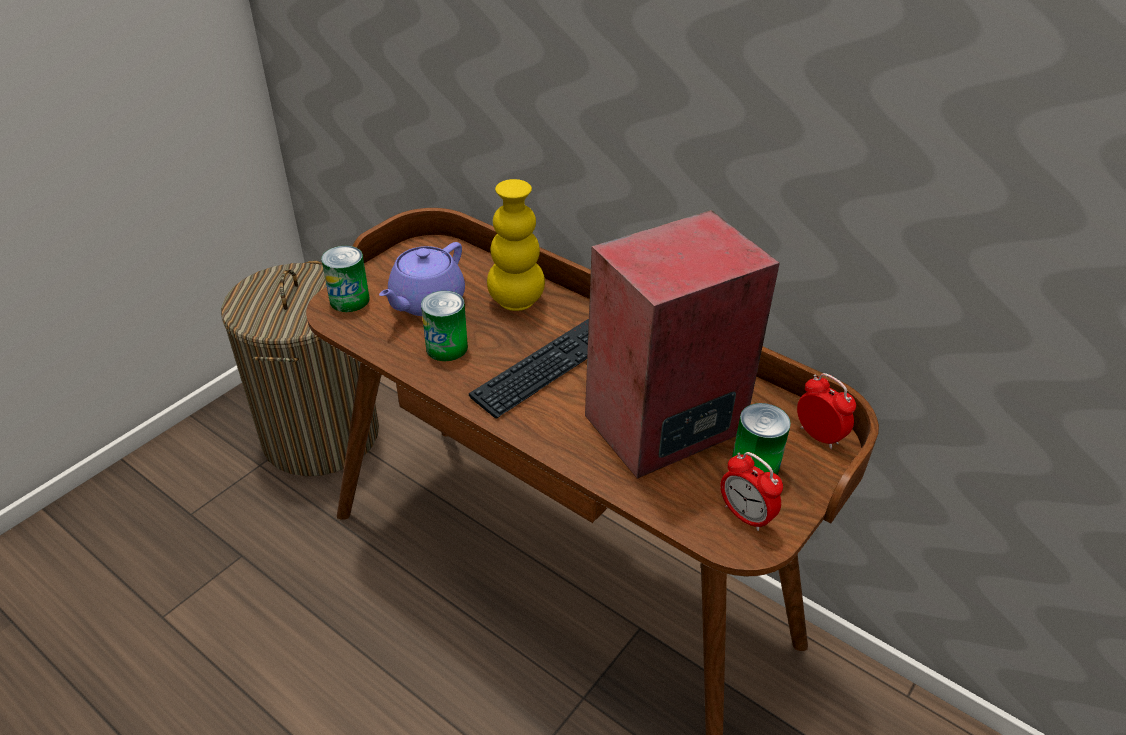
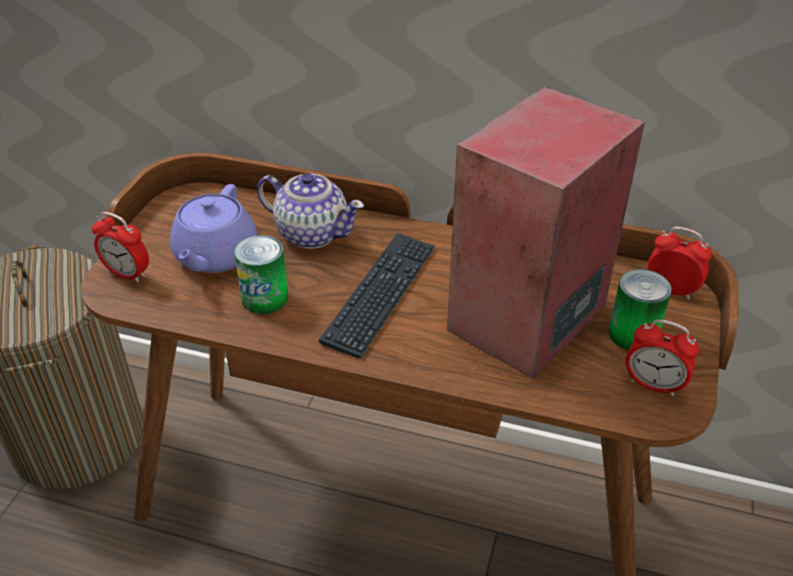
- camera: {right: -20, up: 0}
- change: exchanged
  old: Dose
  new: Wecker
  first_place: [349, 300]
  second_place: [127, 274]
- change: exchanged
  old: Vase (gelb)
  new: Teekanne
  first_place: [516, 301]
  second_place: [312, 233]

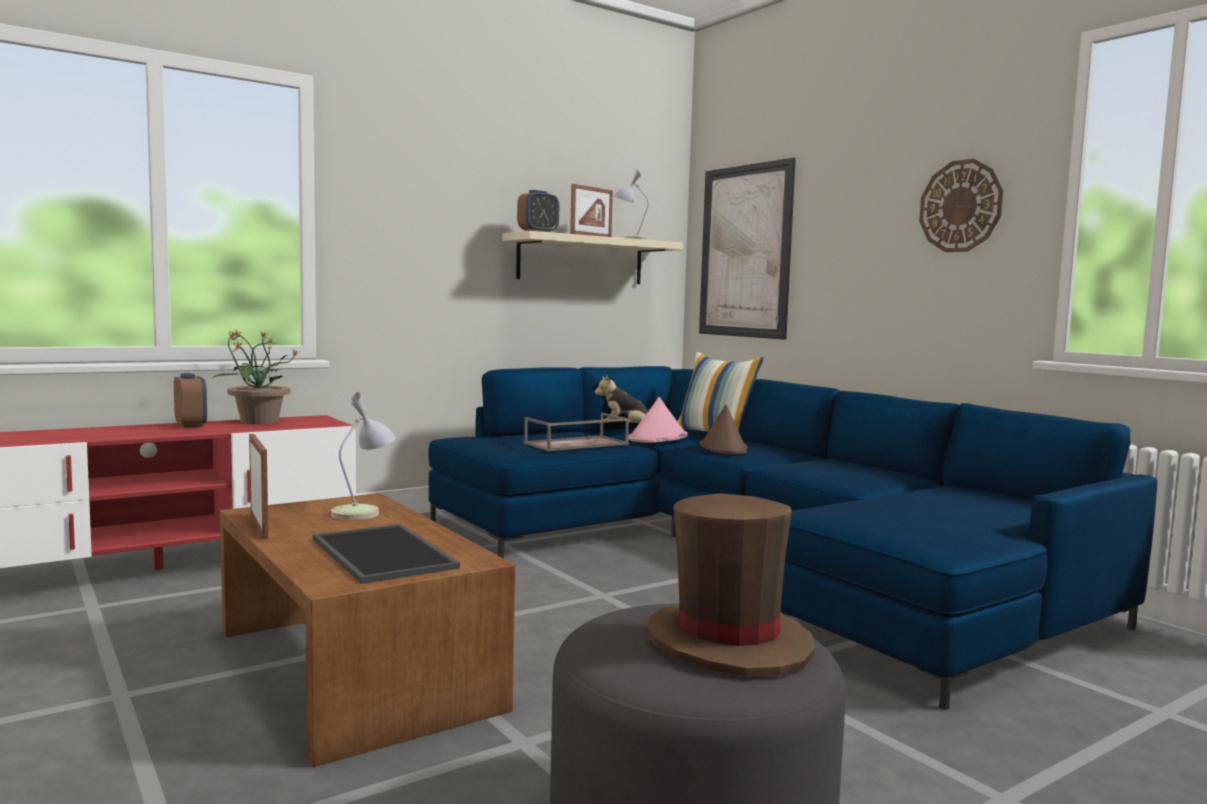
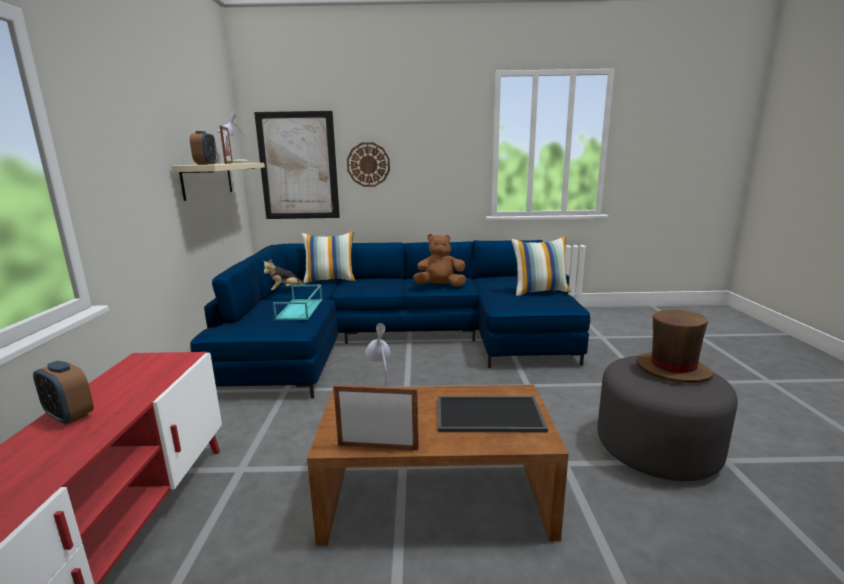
- camera: {right: -55, up: 10}
- change: spun
  old: Wecker
  first_place: [191, 425]
  second_place: [69, 416]
  degrees: -150
- change: missing
  old: Topfpflanze
  first_place: [258, 421]
- change: colour
  old: Tablett (braun)
  new: Tablett (türkis)
  first_place: [576, 444]
  second_place: [300, 309]
- change: missing
  old: Hut (rosa)
  first_place: [657, 438]
- change: missing
  old: Hut (braun)
  first_place: [723, 448]
- change: relocated
  old: Wanduhr
  first_place: [960, 206]
  second_place: [368, 164]
- change: appeared
  new: Plüschtier (braun)
  second_place: [440, 286]
- change: appeared
  new: Kissen
  second_place: [539, 291]

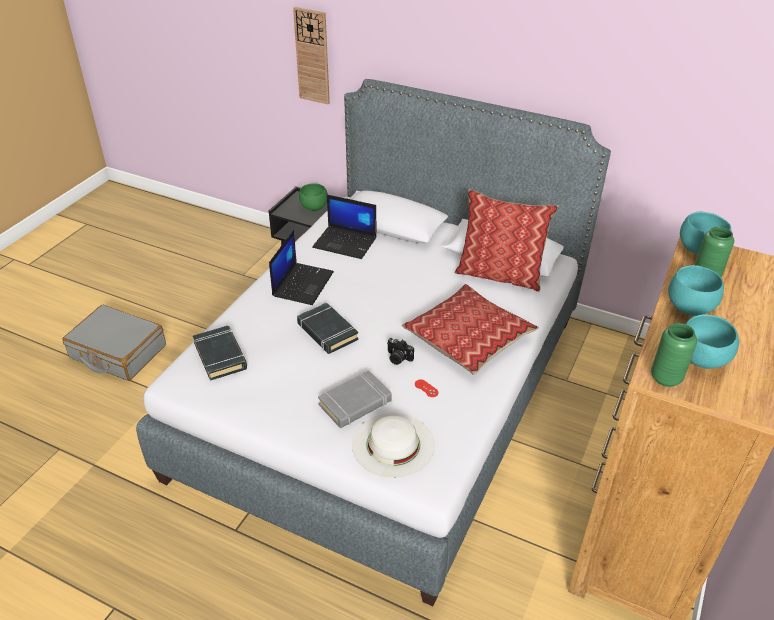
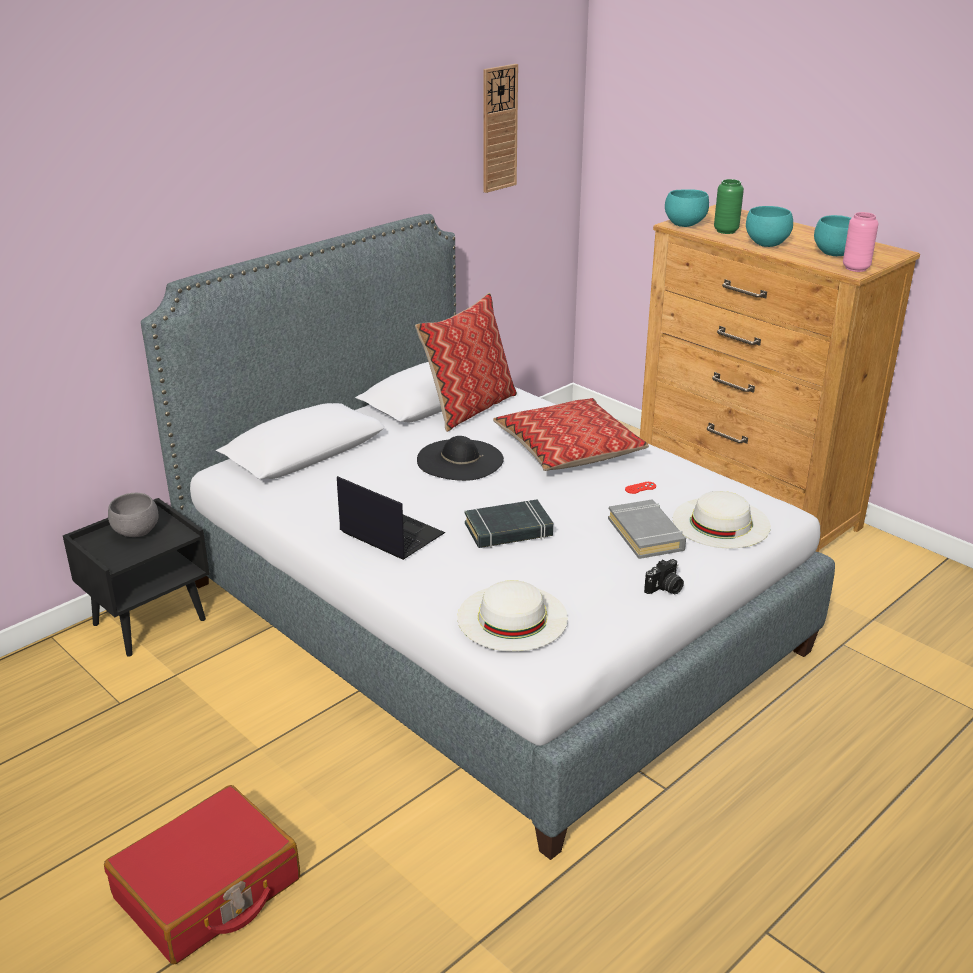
- camera: {right: -70, up: -10}
- change: colour
  old: Koffer (grau)
  new: Koffer (rot)
  first_place: [118, 352]
  second_place: [208, 890]
- change: exchanged
  old: Buch (schwarz)
  new: Hut (weiß)
  first_place: [220, 356]
  second_place: [512, 617]
- change: relocated
  old: Wanduhr
  first_place: [312, 56]
  second_place: [499, 128]
- change: colour
  old: Schüssel (grün)
  new: Schüssel (grau)
  first_place: [314, 208]
  second_place: [137, 532]
- change: missing
  old: Laptop
  first_place: [346, 242]
- change: relocated
  old: Kamera
  first_place: [398, 358]
  second_place: [665, 589]
- change: colour
  old: Vase (grün)
  new: Vase (rosa)
  first_place: [665, 378]
  second_place: [856, 268]
- change: appeared
  new: Hut (schwarz)
  second_place: [460, 460]

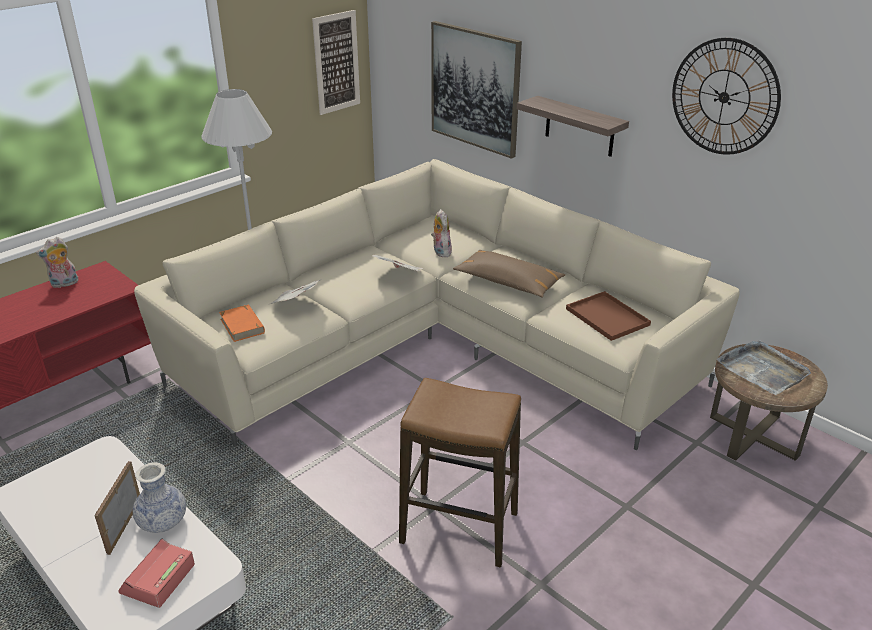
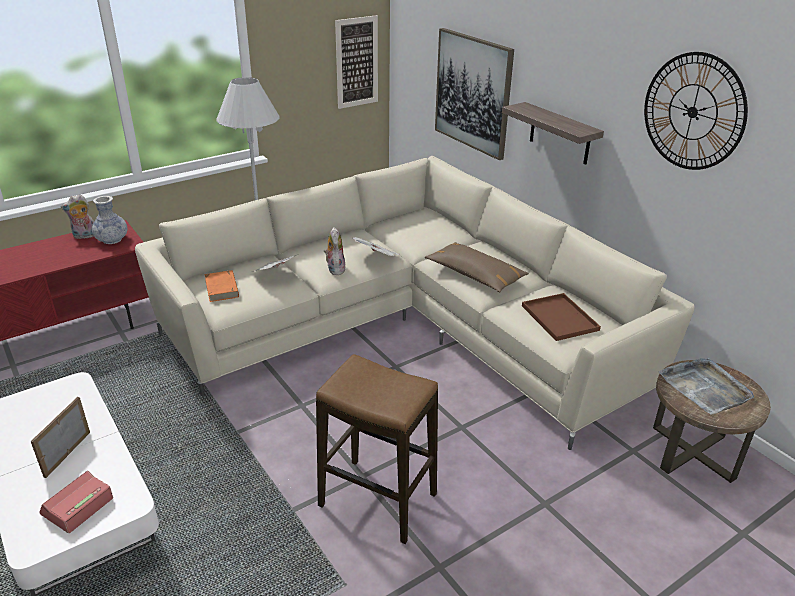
- camera: {right: 10, up: 0}
- change: relocated
  old: Vase
  first_place: [163, 522]
  second_place: [112, 240]
- change: relocated
  old: Plüschtier
  first_place: [440, 252]
  second_place: [335, 269]

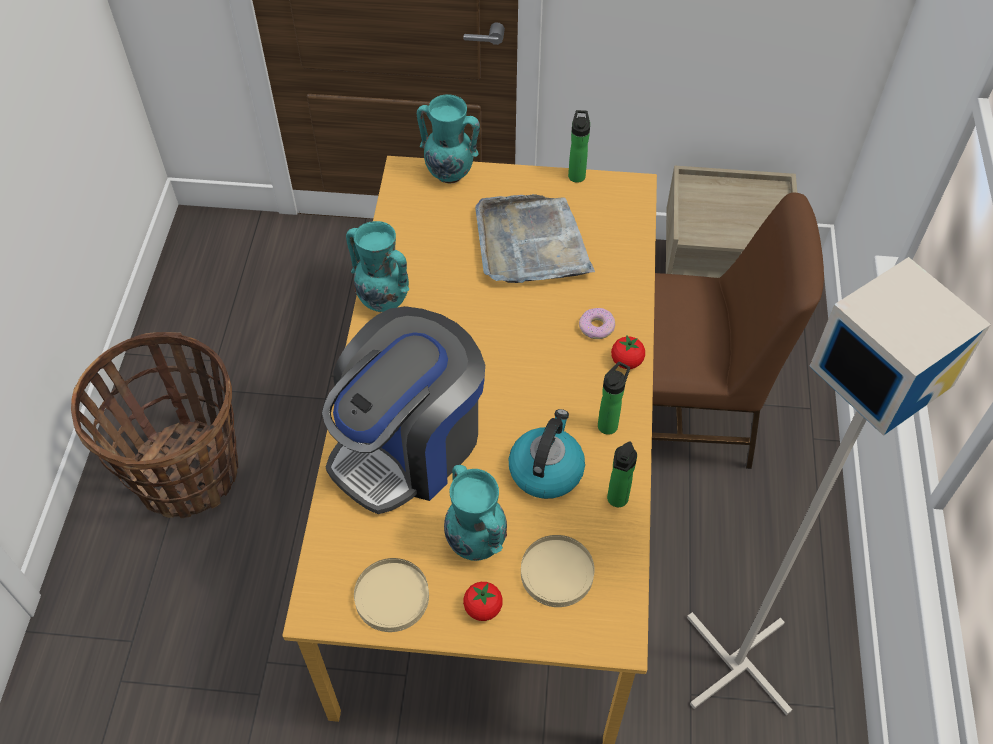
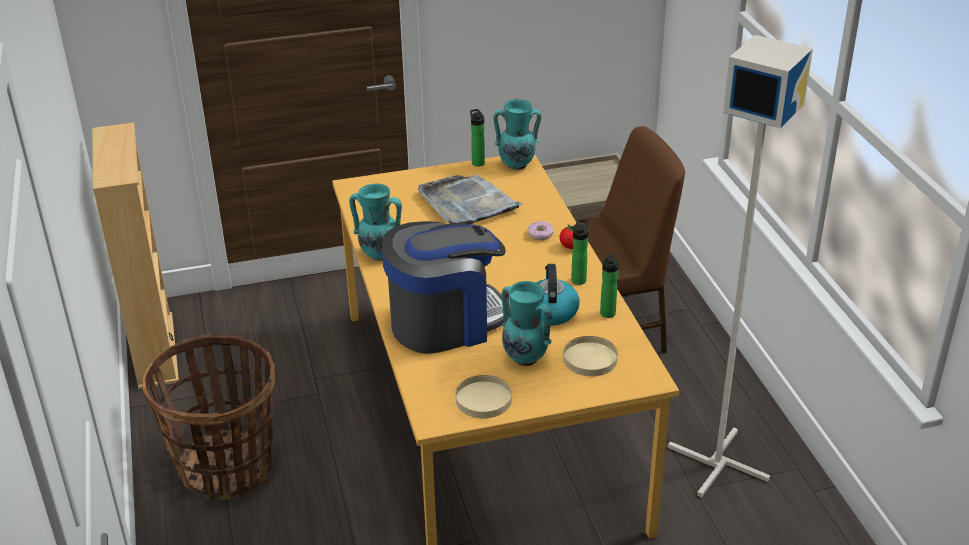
- camera: {right: -20, up: -20}
- change: spun
  old: Kaffeemaschine
  first_place: [409, 445]
  second_place: [446, 322]
  degrees: -135
- change: relocated
  old: Vase (türkis)
  first_place: [450, 175]
  second_place: [517, 165]
- change: missing
  old: Tomate
  first_place: [483, 608]
- change: appeared
  new: Bücherregal (beige)
  second_place: [155, 350]

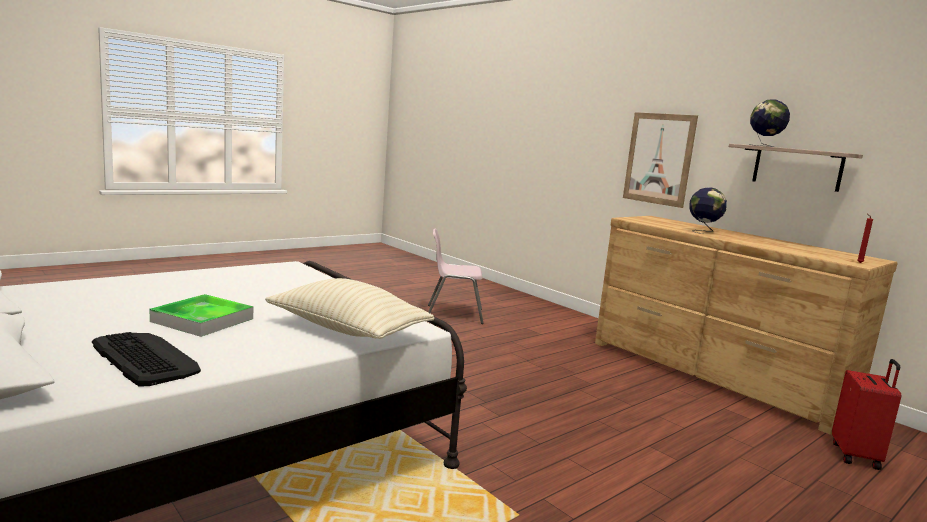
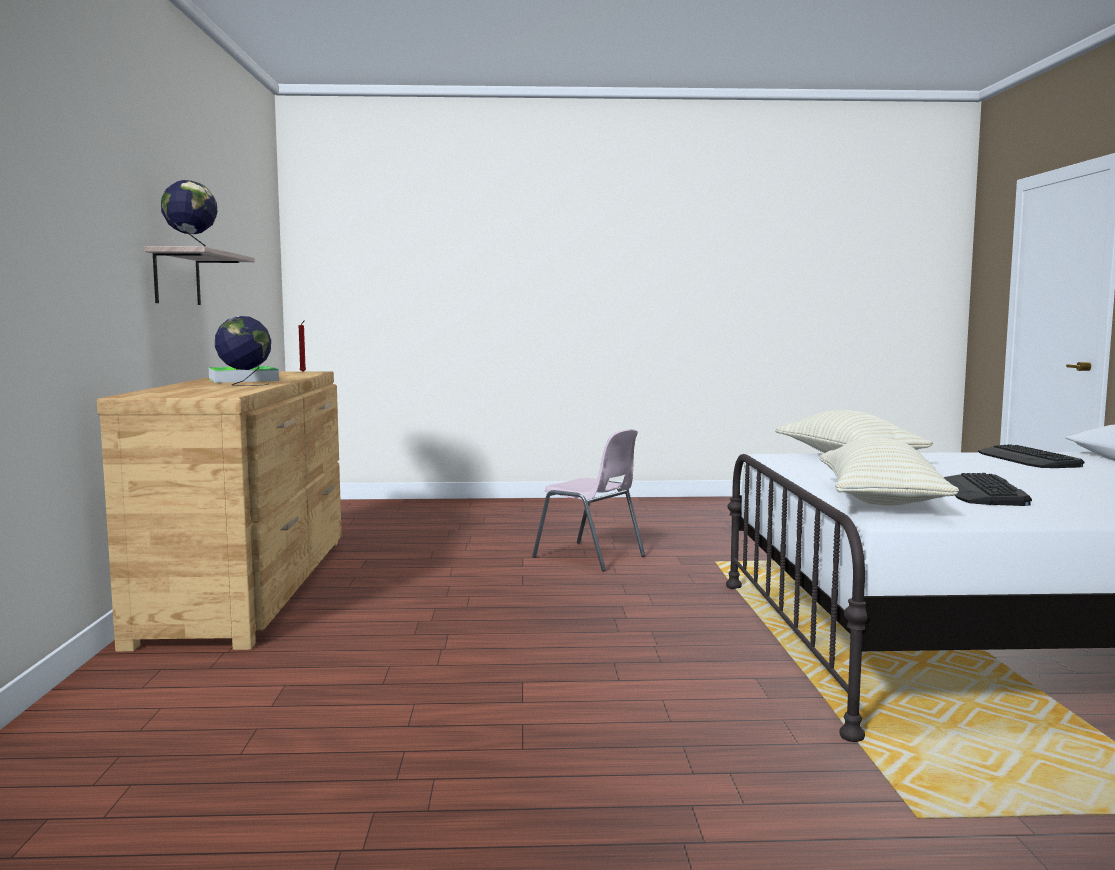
- camera: {right: -140, up: -5}
- change: relocated
  old: Tablett
  first_place: [202, 320]
  second_place: [243, 380]
- change: relocated
  old: Stuhl (rosa)
  first_place: [453, 314]
  second_place: [590, 557]
- change: missing
  old: Bild
  first_place: [659, 159]
- change: missing
  old: Koffer (rot)
  first_place: [856, 456]
- change: appeared
  new: Kissen (beige)
  second_place: [880, 500]
- change: appeared
  new: Tastatur
  second_place: [982, 492]

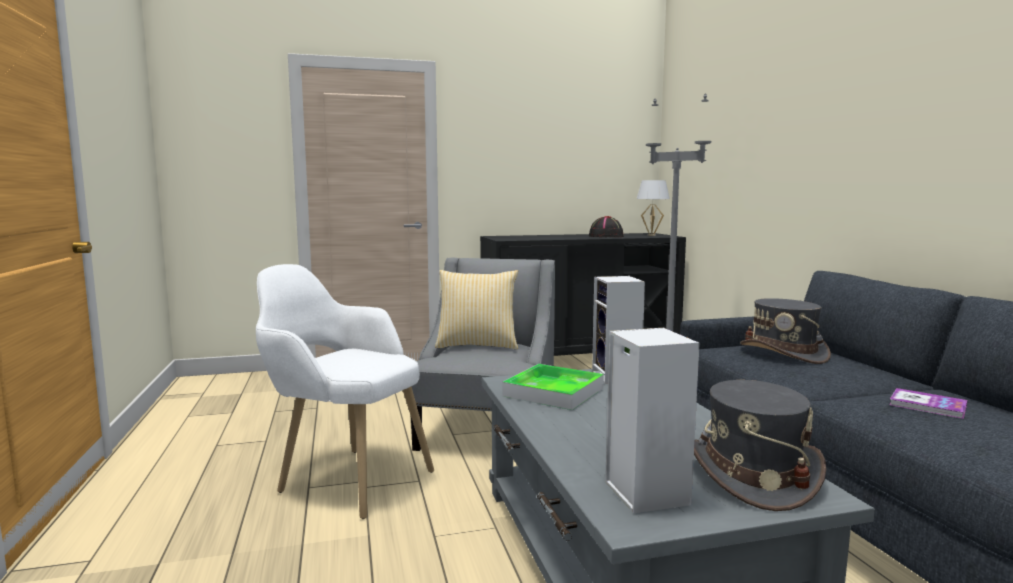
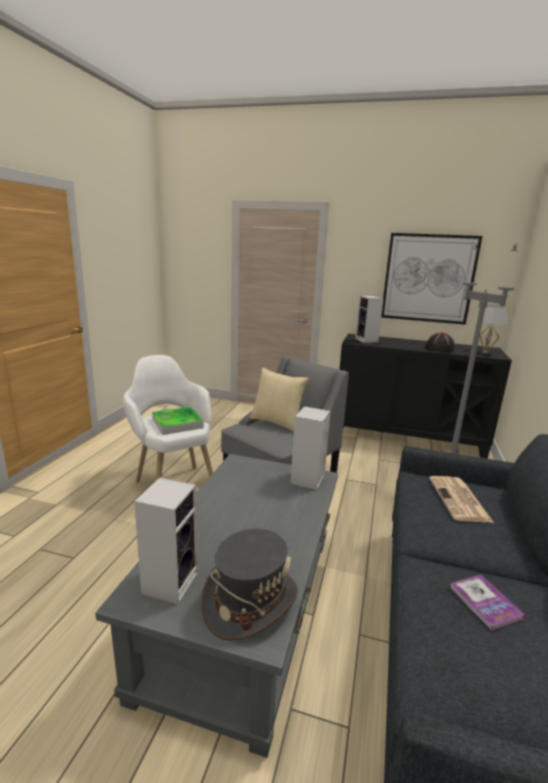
- camera: {right: 30, up: 10}
- change: relocated
  old: Tablett
  first_place: [554, 392]
  second_place: [177, 423]
- change: exchanged
  old: Hut (grau)
  new: Zeitung
  first_place: [783, 353]
  second_place: [459, 500]
- change: appeared
  new: Lautsprecher
  second_place: [367, 340]
- change: appeared
  new: Bild
  second_place: [428, 278]

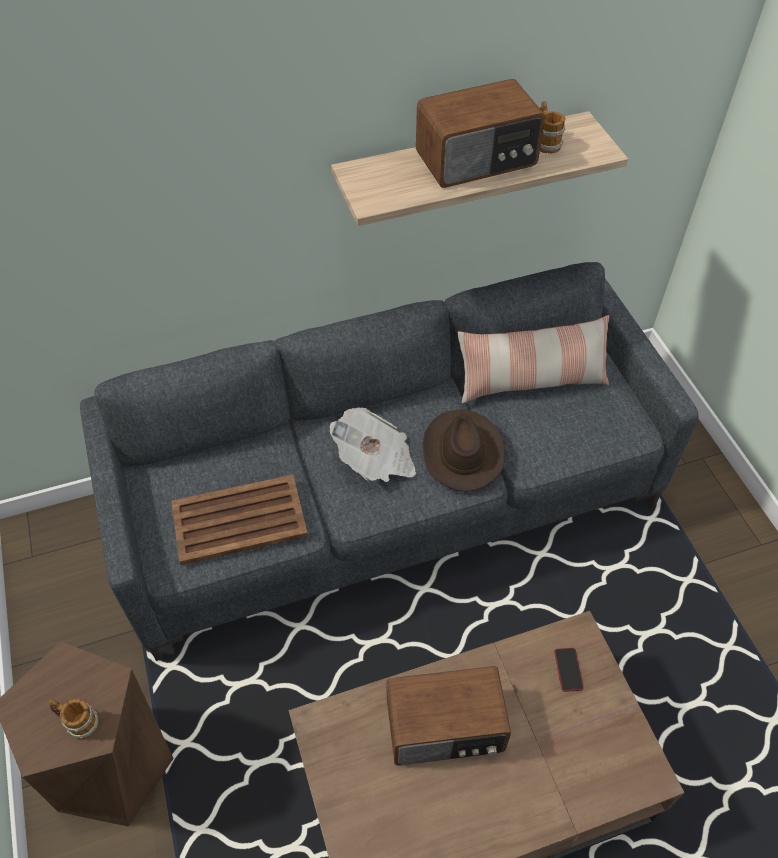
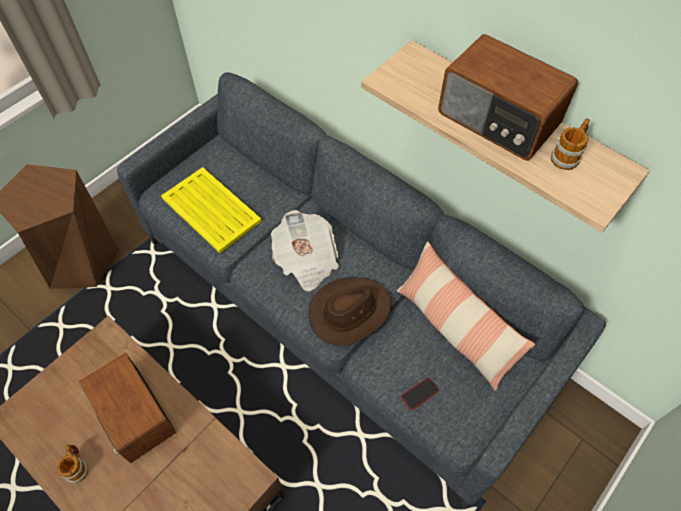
- camera: {right: 60, up: 5}
- change: relocated
  old: Henkelbecher
  first_place: [78, 722]
  second_place: [77, 466]
- change: colour
  old: Tablett (braun)
  new: Tablett (gelb)
  first_place: [240, 520]
  second_place: [211, 210]
- change: relocated
  old: Handy
  first_place: [568, 670]
  second_place: [419, 394]

